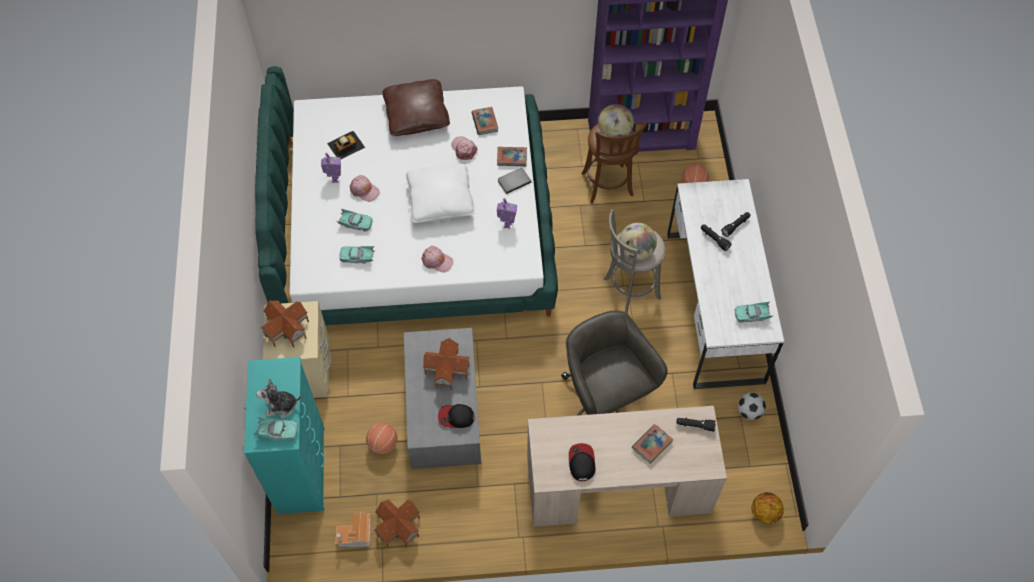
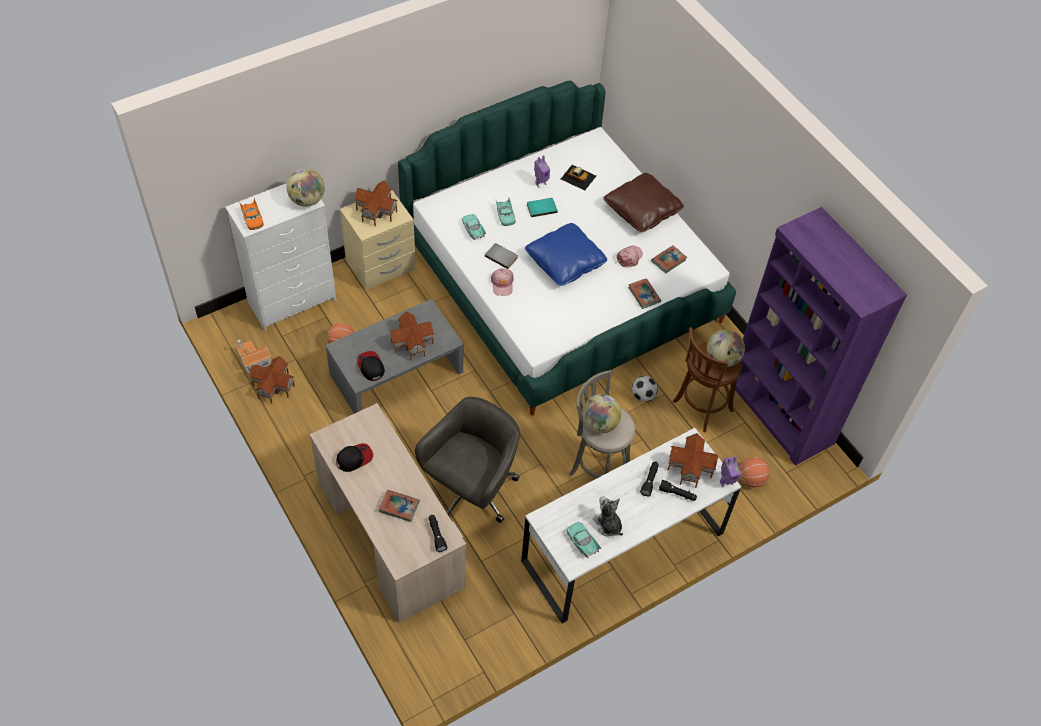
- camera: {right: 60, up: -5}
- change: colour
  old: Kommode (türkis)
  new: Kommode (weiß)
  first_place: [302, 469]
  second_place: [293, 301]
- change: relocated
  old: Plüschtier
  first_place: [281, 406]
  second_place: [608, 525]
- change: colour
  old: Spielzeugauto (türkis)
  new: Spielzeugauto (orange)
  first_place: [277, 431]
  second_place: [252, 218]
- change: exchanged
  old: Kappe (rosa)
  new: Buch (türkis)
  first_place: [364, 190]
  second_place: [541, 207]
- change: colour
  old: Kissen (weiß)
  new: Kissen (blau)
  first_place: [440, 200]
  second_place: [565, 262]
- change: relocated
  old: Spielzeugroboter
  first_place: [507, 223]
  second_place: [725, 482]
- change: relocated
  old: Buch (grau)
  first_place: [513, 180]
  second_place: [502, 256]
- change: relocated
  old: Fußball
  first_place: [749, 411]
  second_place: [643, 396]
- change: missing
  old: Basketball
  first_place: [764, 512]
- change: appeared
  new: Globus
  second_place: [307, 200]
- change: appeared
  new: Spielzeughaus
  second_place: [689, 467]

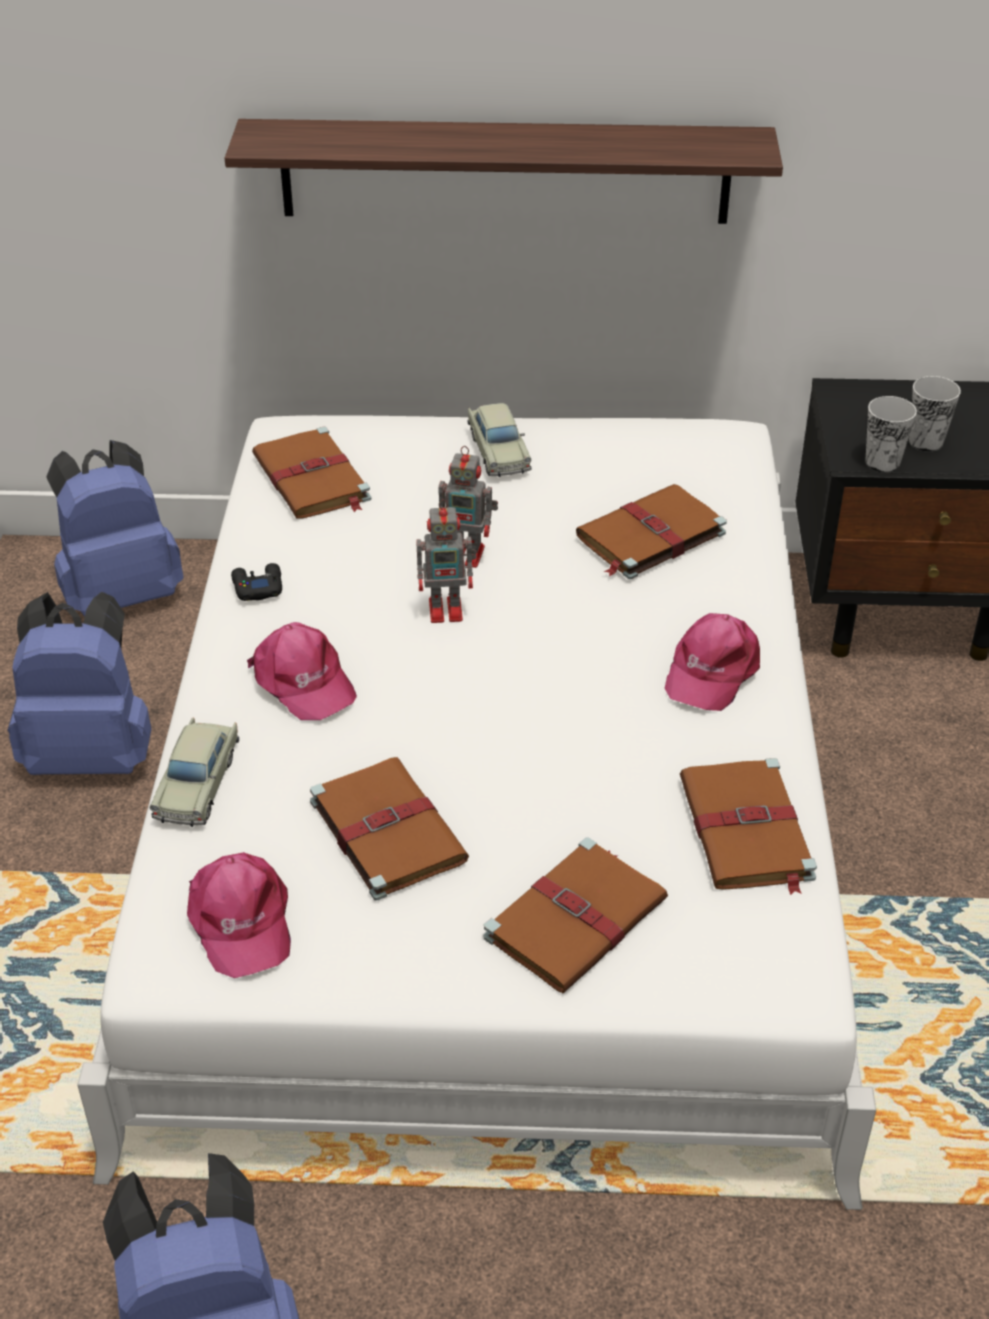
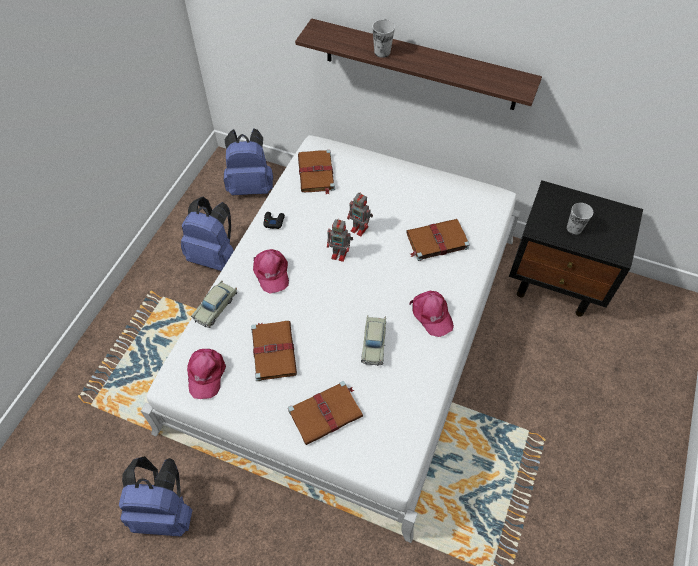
- camera: {right: 20, up: 15}
- change: relocated
  old: Spielzeugauto (beige)
  first_place: [498, 451]
  second_place: [374, 343]
- change: spun
  old: Kappe (rosa)
  first_place: [711, 671]
  second_place: [431, 314]
  degrees: -75
- change: missing
  old: Buch (braun)
  first_place: [746, 831]
- change: relocated
  old: Tasse
  first_place: [882, 462]
  second_place: [382, 52]

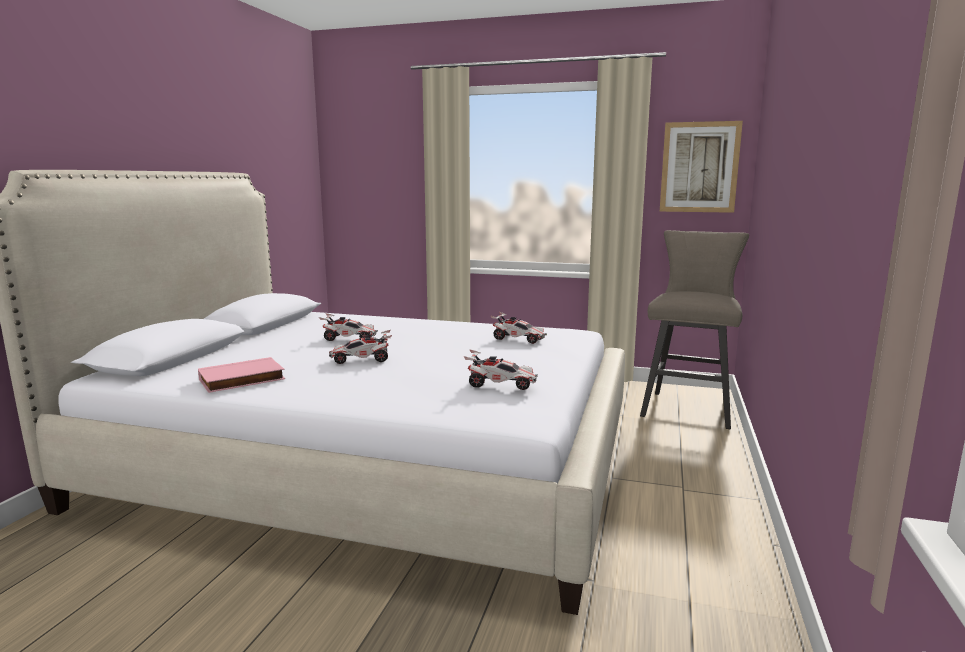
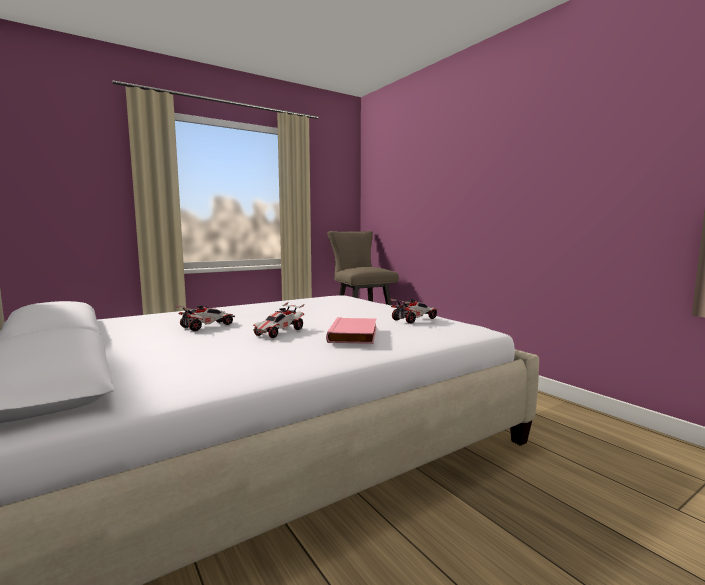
- camera: {right: -50, up: -5}
- change: relocated
  old: Buch (rosa)
  first_place: [242, 380]
  second_place: [355, 335]
- change: missing
  old: Spielzeugauto
  first_place: [518, 339]
- change: missing
  old: Bild
  first_place: [699, 167]

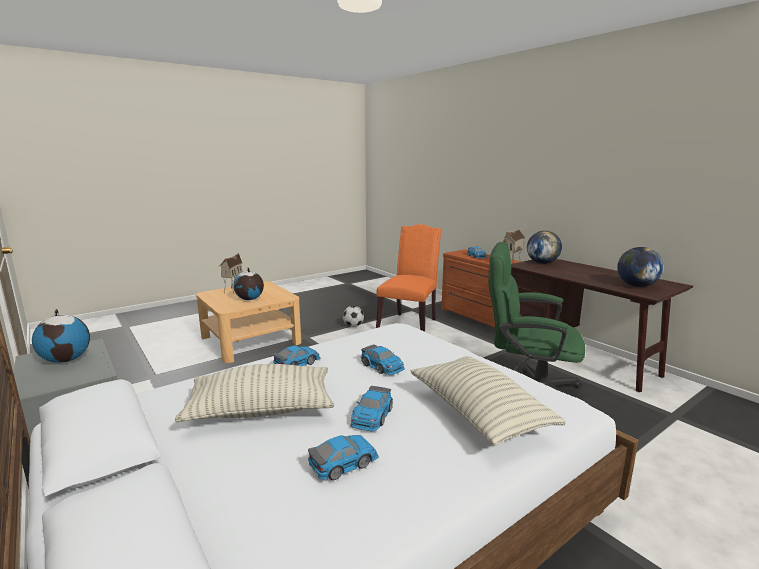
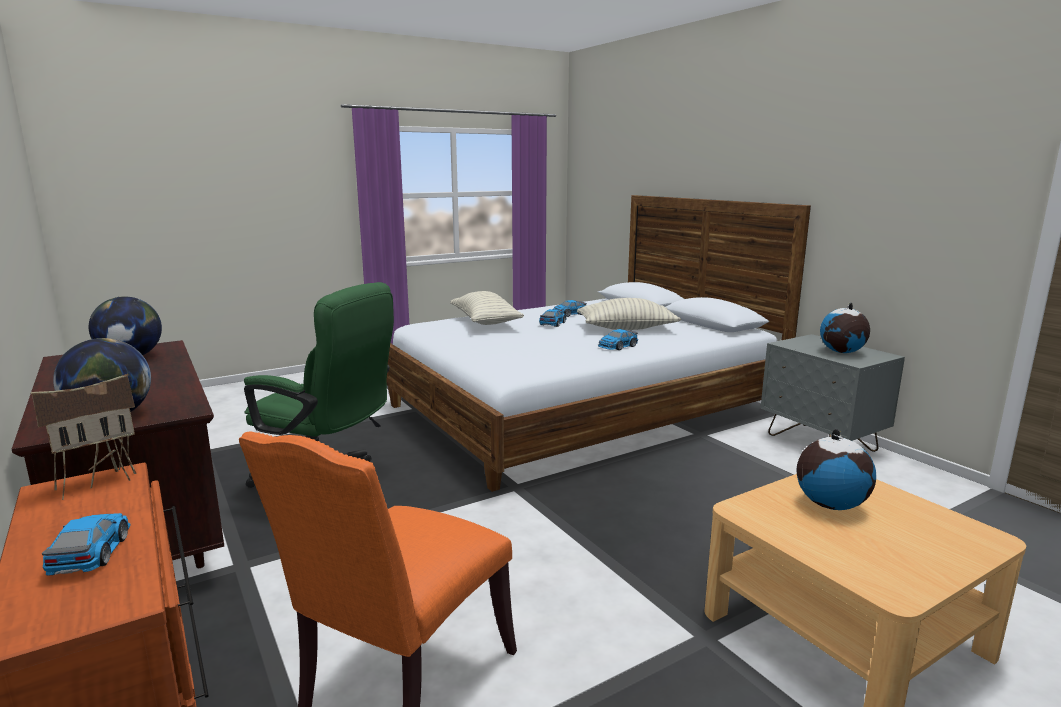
- camera: {right: -175, up: 0}
- change: missing
  old: Spielzeughaus
  first_place: [232, 290]
- change: missing
  old: Fußball
  first_place: [353, 326]
- change: missing
  old: Spielzeugauto
  first_place: [382, 366]

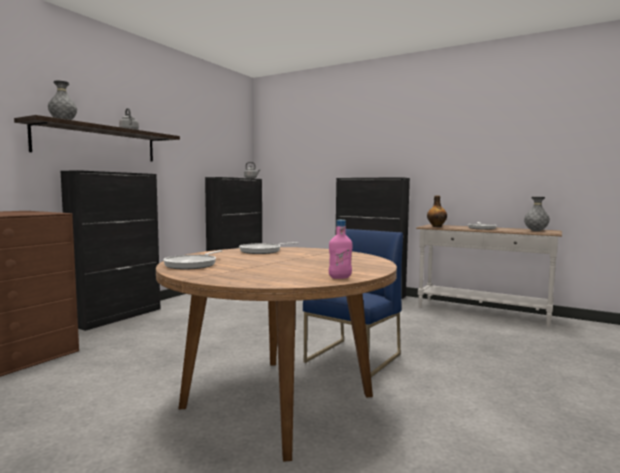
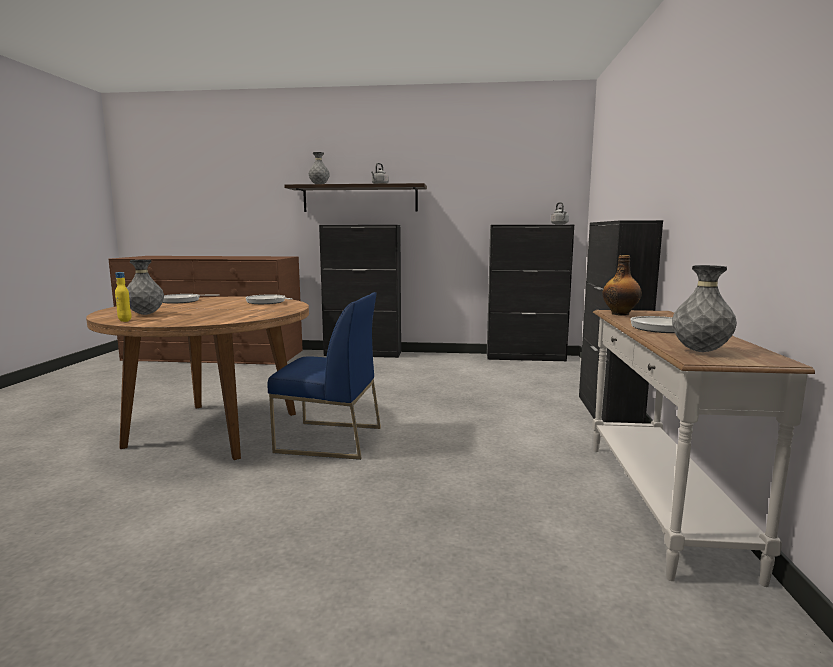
- camera: {right: 65, up: 5}
- change: colour
  old: Flasche (rosa)
  new: Flasche (gelb)
  first_place: [340, 277]
  second_place: [125, 320]
- change: appeared
  new: Vase (grau)
  second_place: [146, 314]

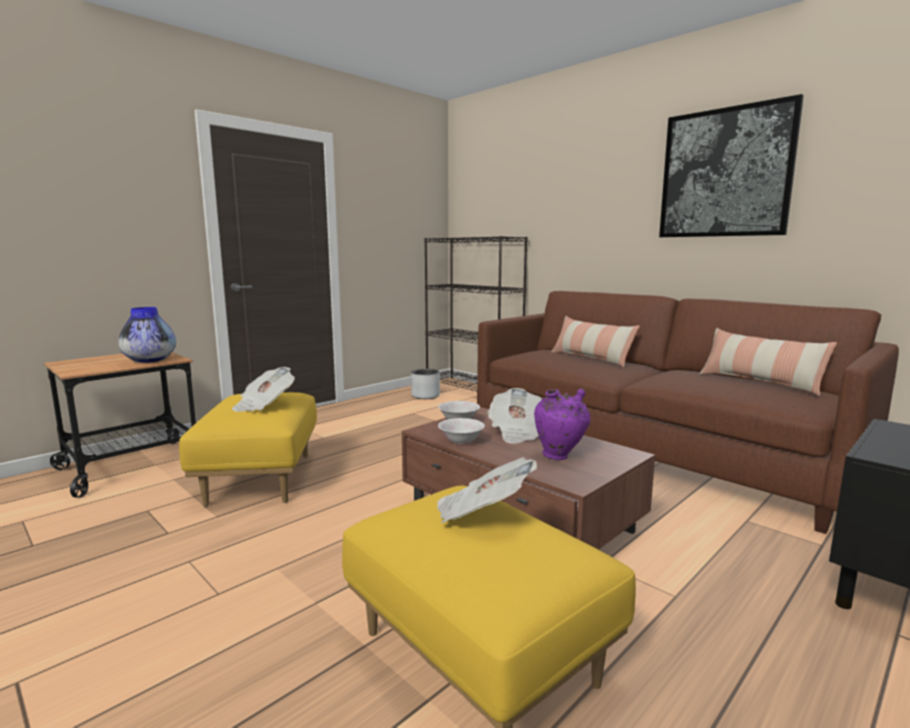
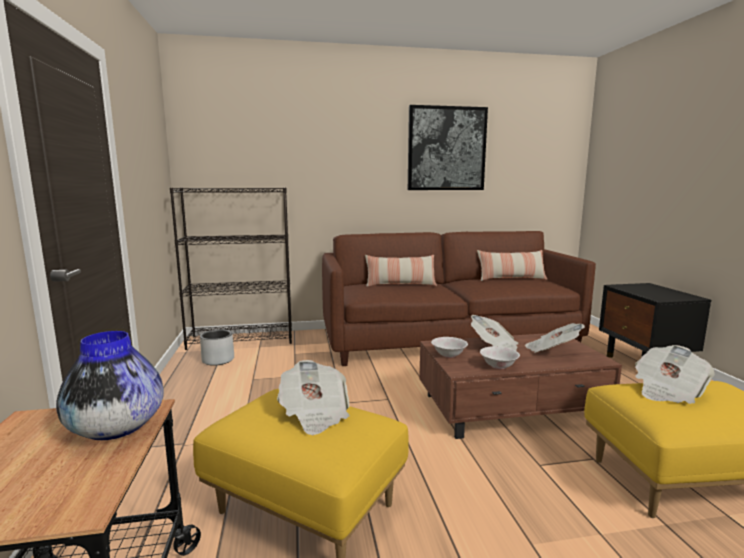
- camera: {right: -55, up: 0}
- change: exchanged
  old: Vase (lila)
  new: Zeitung
  first_place: [559, 456]
  second_place: [551, 351]

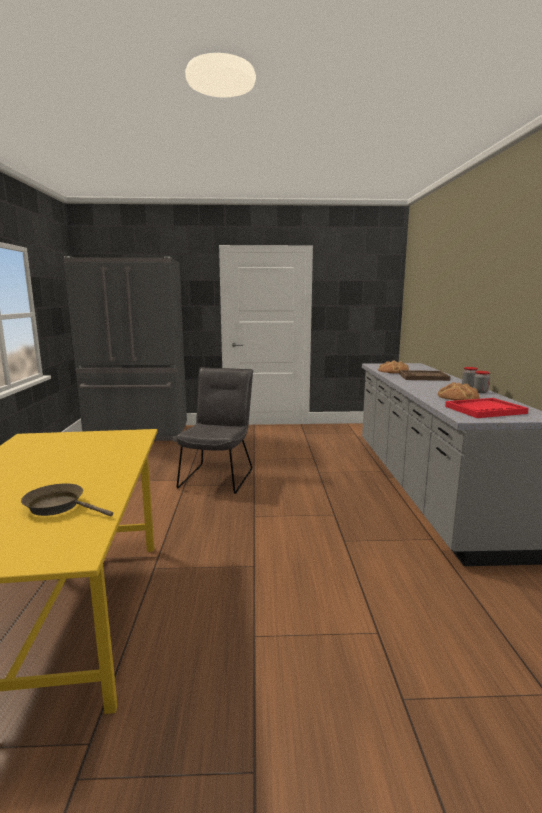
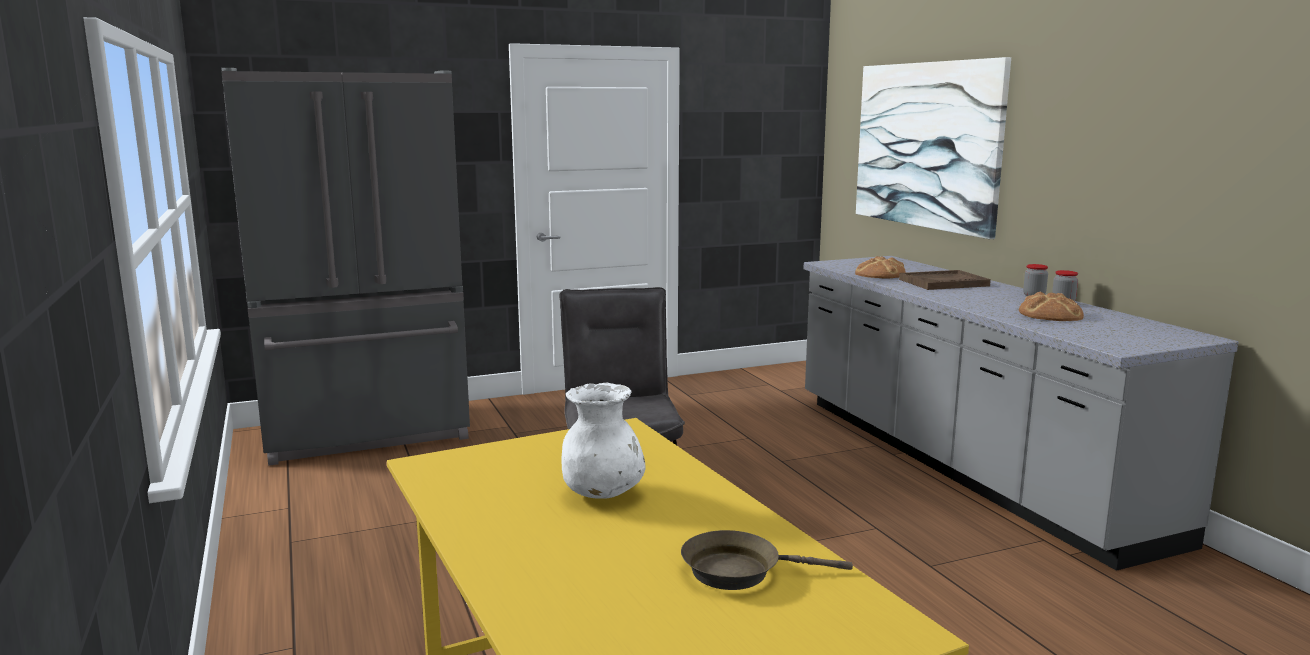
- camera: {right: -20, up: 0}
- change: missing
  old: Tablett (rot)
  first_place: [485, 410]
- change: appeared
  new: Vase (weiß)
  second_place: [602, 493]
- change: appeared
  new: Bild
  second_place: [926, 145]

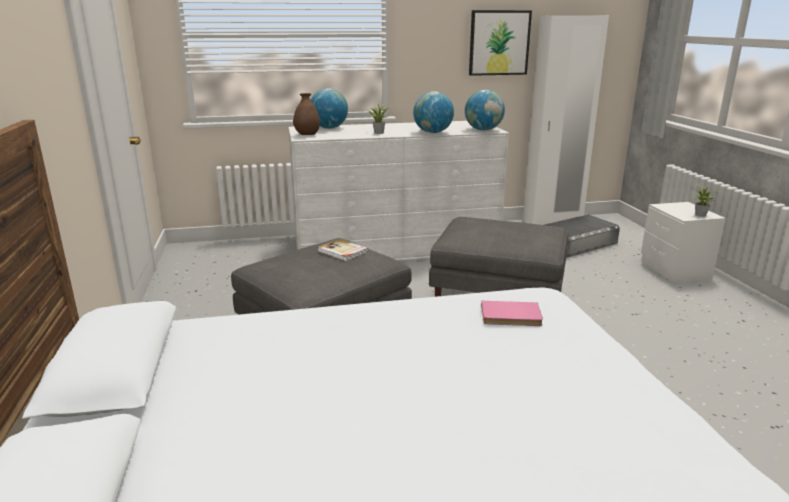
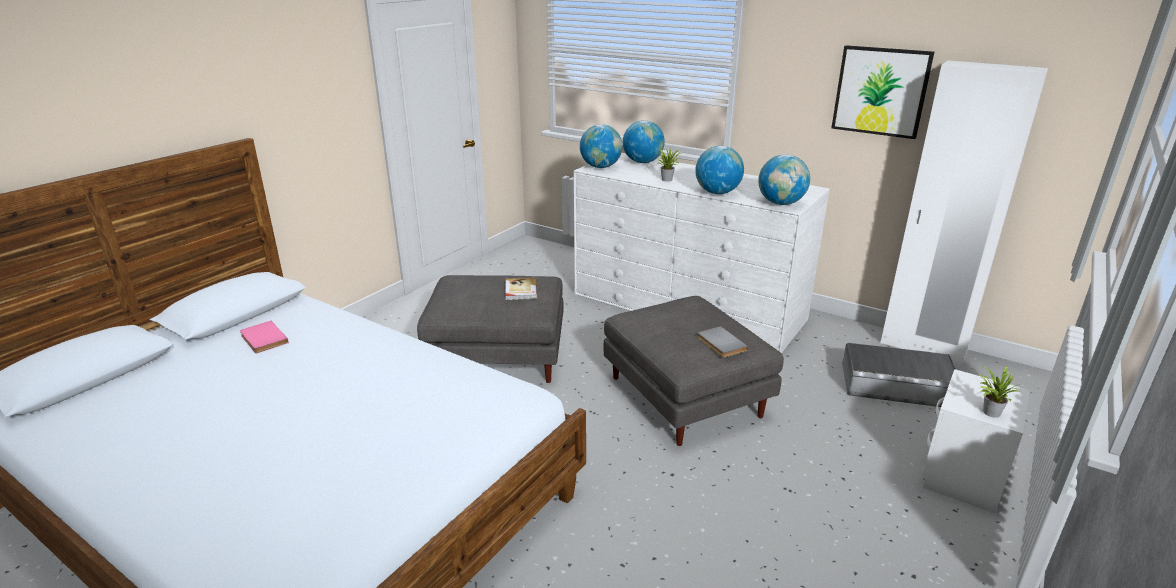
- camera: {right: 45, up: 5}
- change: exchanged
  old: Vase (braun)
  new: Globus
  first_place: [307, 135]
  second_place: [601, 167]
- change: relocated
  old: Buch (rosa)
  first_place: [511, 317]
  second_place: [262, 339]
- change: appeared
  new: Buch (grau)
  second_place: [720, 344]

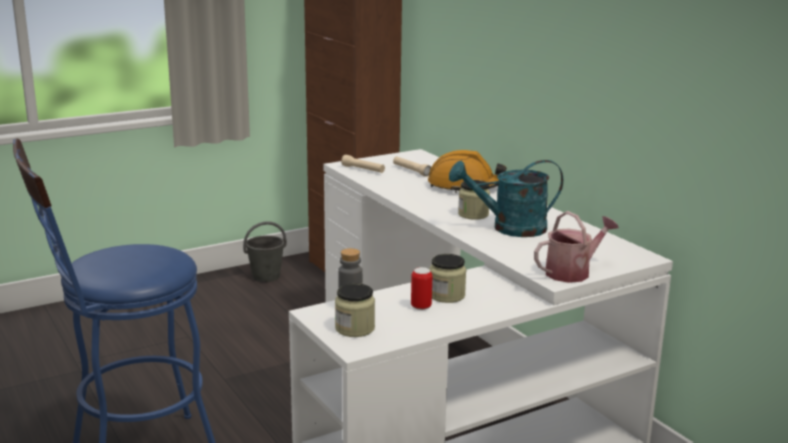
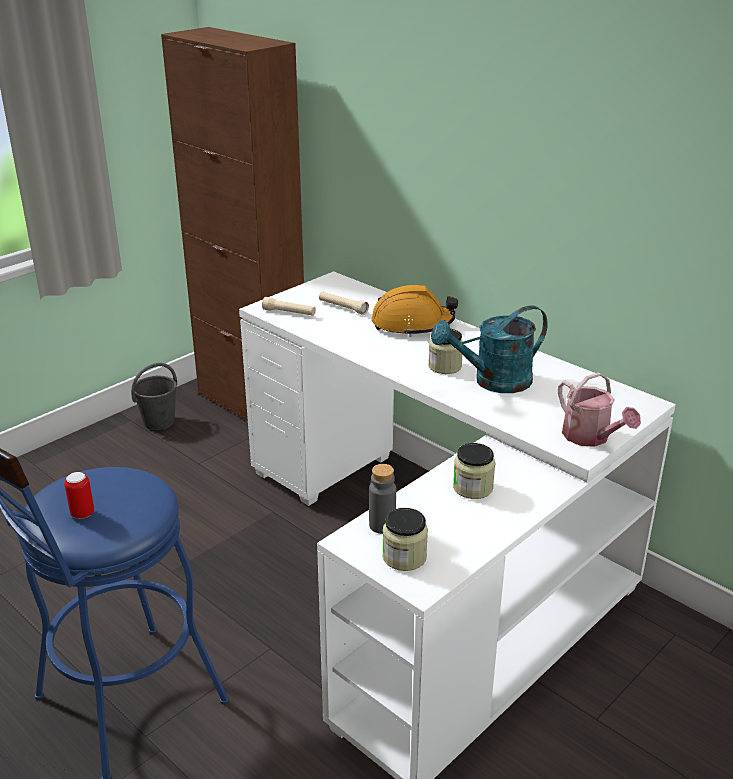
- camera: {right: -15, up: 10}
- change: relocated
  old: Dose
  first_place: [421, 307]
  second_place: [82, 514]
- change: spun
  old: Gießkanne
  first_place: [572, 272]
  second_place: [590, 437]
  degrees: 105

